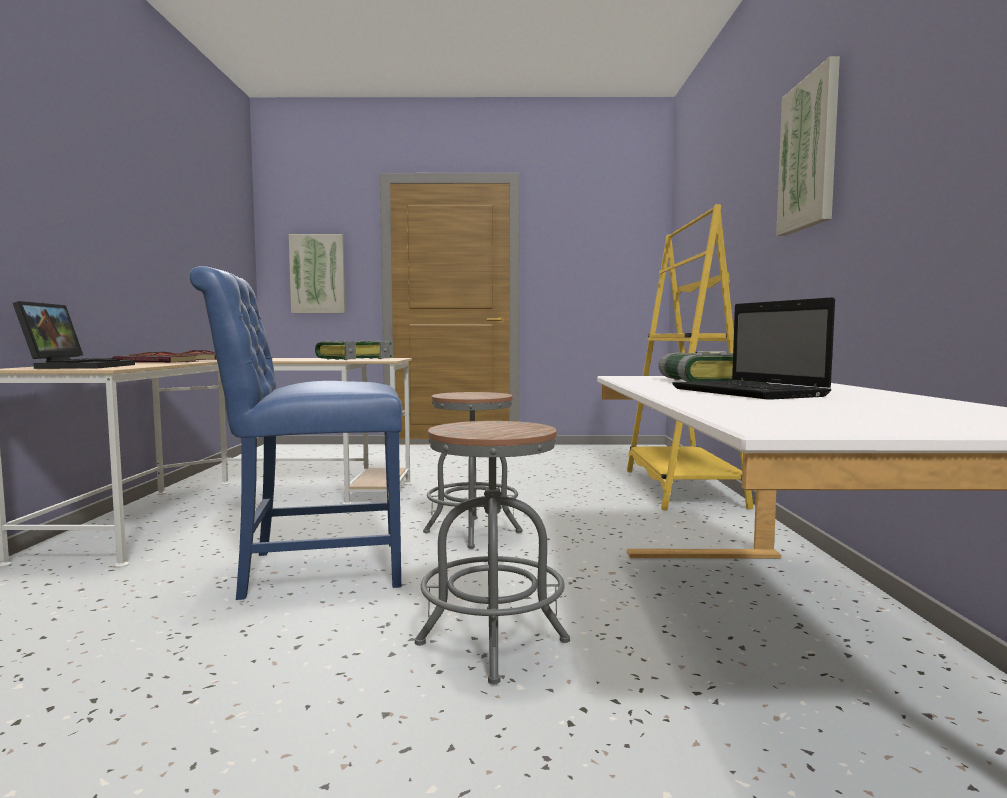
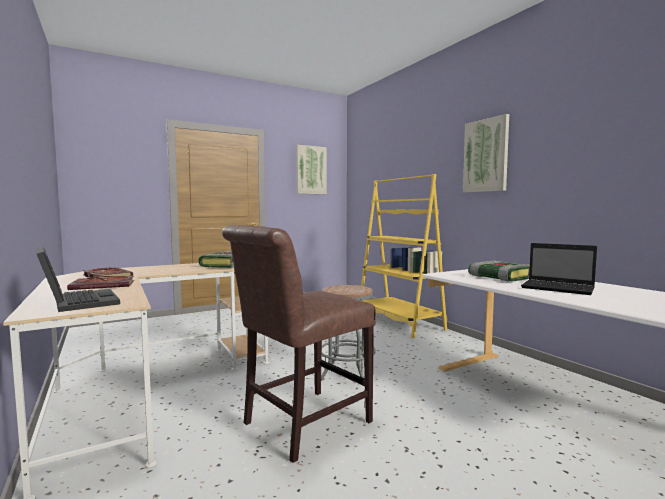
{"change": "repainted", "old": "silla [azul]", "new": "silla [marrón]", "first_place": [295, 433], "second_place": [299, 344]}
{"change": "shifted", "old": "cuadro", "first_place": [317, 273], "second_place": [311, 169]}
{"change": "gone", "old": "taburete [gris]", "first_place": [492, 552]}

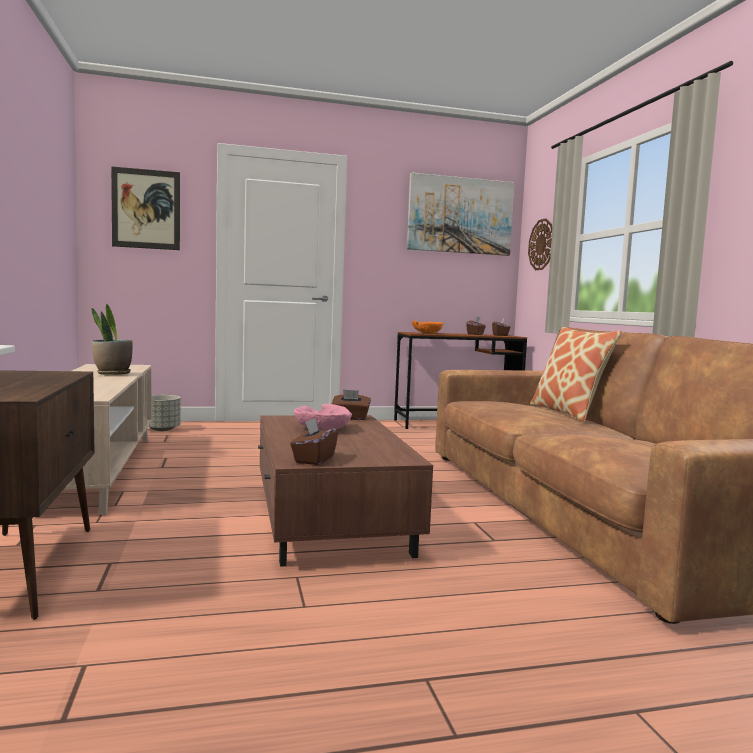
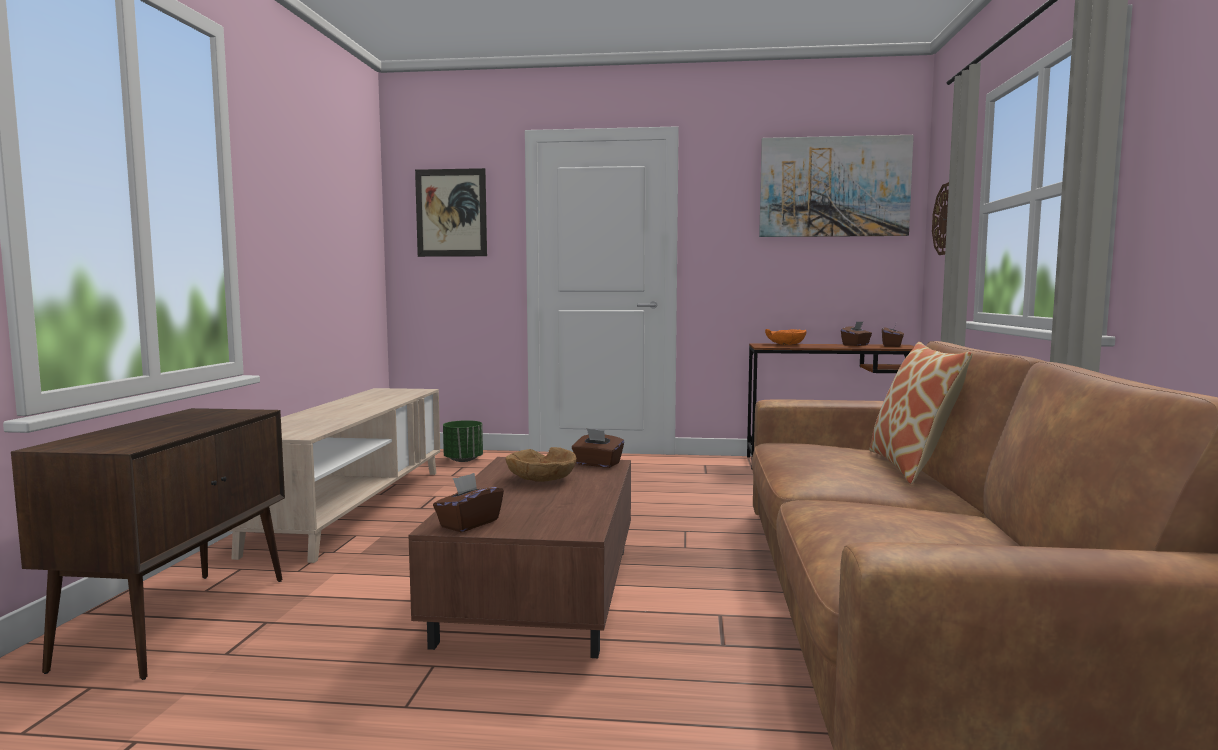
{"change": "repainted", "old": "maceta [gris]", "new": "maceta [verde]", "first_place": [165, 413], "second_place": [463, 441]}
{"change": "repainted", "old": "cuenco [rosa]", "new": "cuenco [marrón]", "first_place": [323, 417], "second_place": [540, 464]}
{"change": "gone", "old": "planta en maceta", "first_place": [111, 339]}

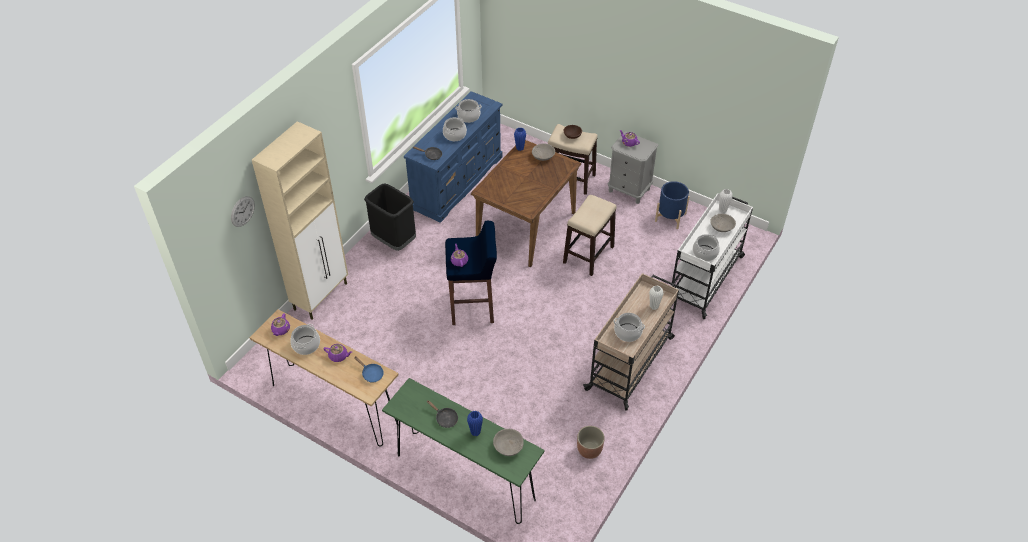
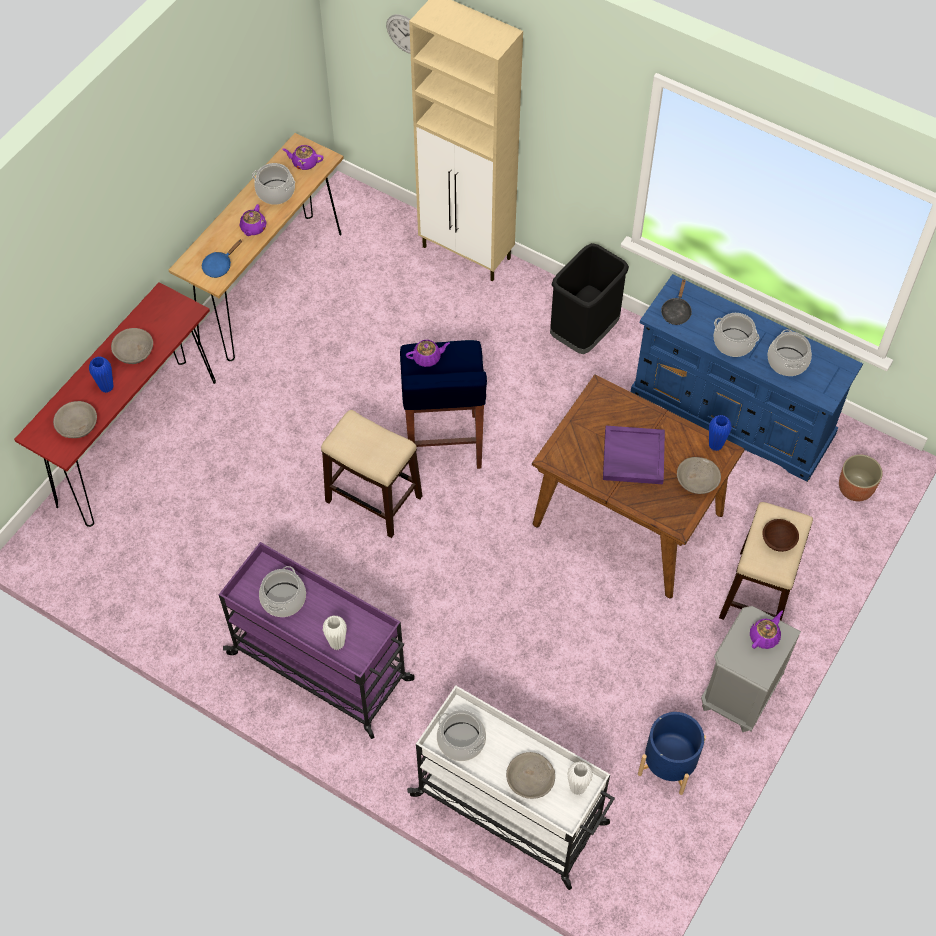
{"change": "repainted", "old": "mesa consola [verde]", "new": "mesa consola [rojo]", "first_place": [463, 451], "second_place": [115, 404]}
{"change": "swapped", "old": "sartén [negro]", "new": "cuenco [gris]", "first_place": [442, 414], "second_place": [132, 346]}
{"change": "repainted", "old": "carrito [beis]", "new": "carrito [morado]", "first_place": [631, 342], "second_place": [317, 640]}
{"change": "shifted", "old": "taburete", "first_place": [590, 235], "second_place": [371, 474]}
{"change": "new", "new": "bandeja [morado]", "second_place": [634, 455]}
{"change": "shifted", "old": "maceta", "first_place": [591, 442], "second_place": [861, 478]}

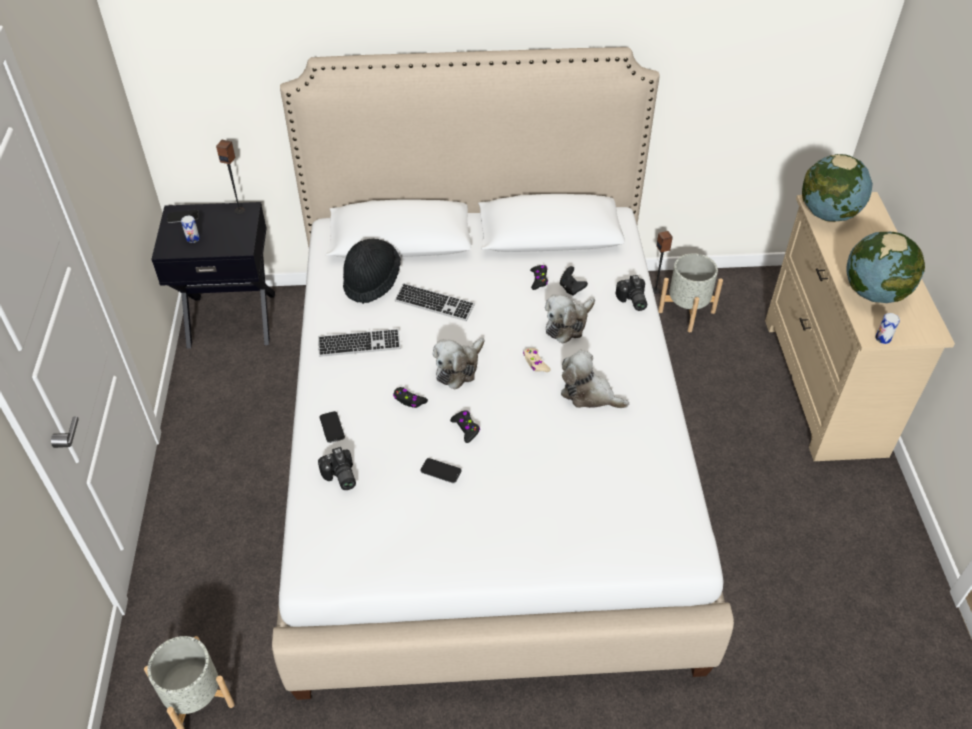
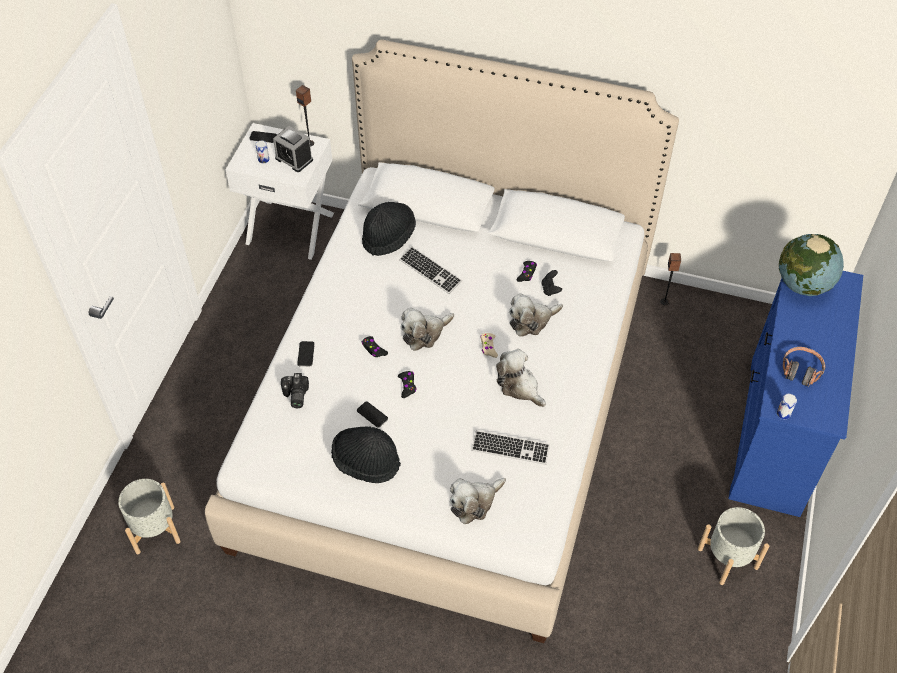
{"change": "repainted", "old": "mesita de noche [negro]", "new": "mesita de noche [blanco]", "first_place": [213, 275], "second_place": [279, 191]}
{"change": "new", "new": "despertador", "second_place": [293, 149]}
{"change": "new", "new": "sombrero [negro]", "second_place": [366, 454]}
{"change": "new", "new": "peluche", "second_place": [478, 501]}
{"change": "shifted", "old": "teclado", "first_place": [359, 343], "second_place": [511, 447]}
{"change": "shifted", "old": "maceta [gris]", "first_place": [690, 292], "second_place": [733, 546]}
{"change": "repainted", "old": "cómoda [beis]", "new": "cómoda [azul]", "first_place": [860, 326], "second_place": [795, 394]}
{"change": "swapped", "old": "globo terráqueo", "new": "auriculares", "first_place": [885, 267], "second_place": [804, 367]}
{"change": "gone", "old": "cámara", "first_place": [631, 293]}

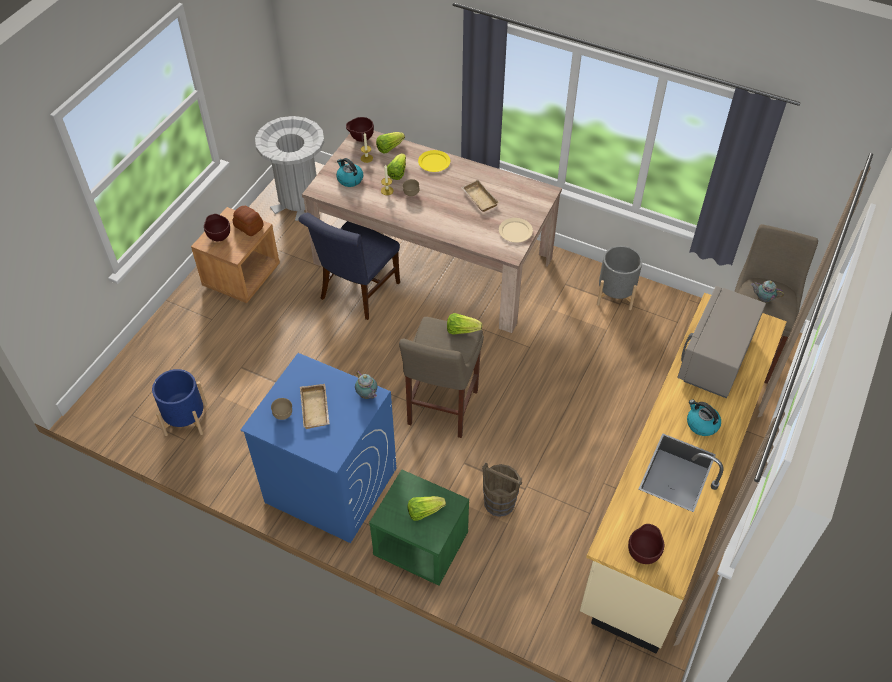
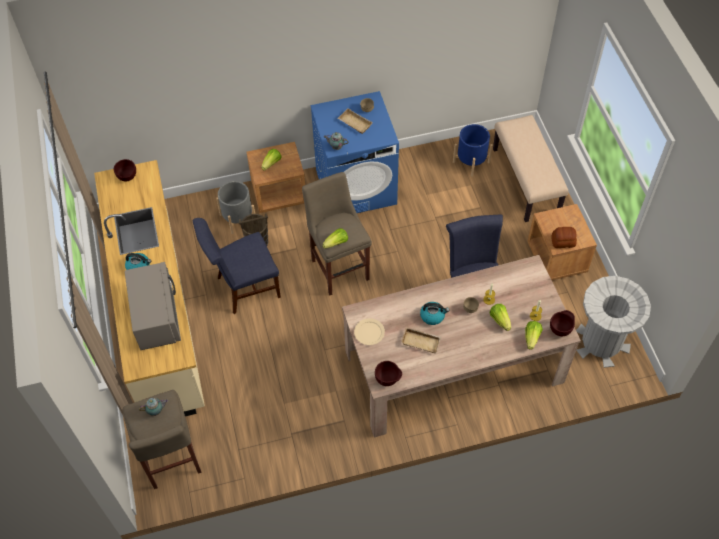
{"change": "new", "new": "silla [azul]", "second_place": [236, 266]}
{"change": "shifted", "old": "maceta [gris]", "first_place": [619, 278], "second_place": [235, 207]}
{"change": "repainted", "old": "mesita de noche [verde]", "new": "mesita de noche [marrón]", "first_place": [419, 527], "second_place": [275, 177]}
{"change": "shifted", "old": "cuenco [marrón]", "first_place": [217, 227], "second_place": [388, 373]}
{"change": "shifted", "old": "hervidor", "first_place": [349, 172], "second_place": [434, 313]}
{"change": "new", "new": "banco [beis]", "second_place": [530, 168]}
{"change": "gone", "old": "plato [amarillo]", "first_place": [434, 161]}

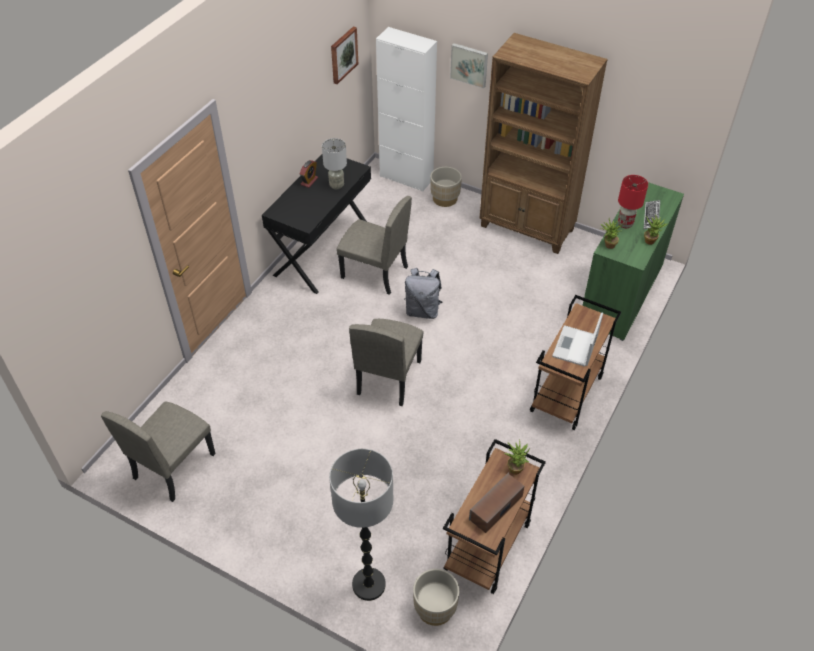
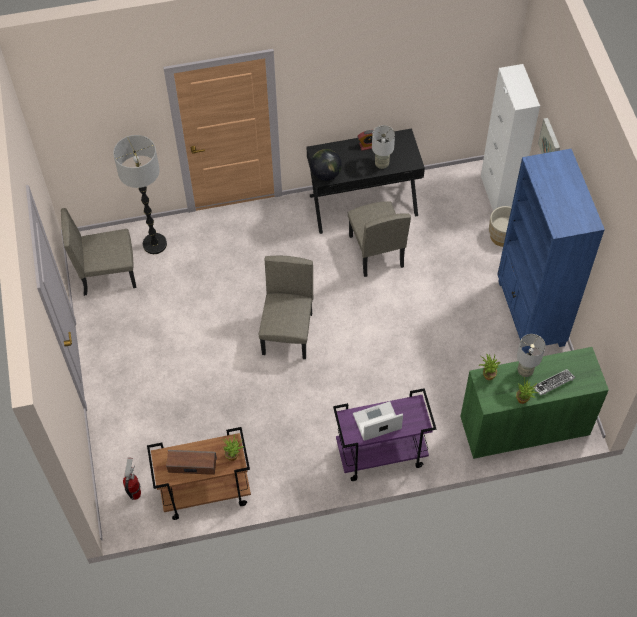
{"change": "shifted", "old": "lámpara de pie", "first_place": [361, 525], "second_place": [140, 194]}
{"change": "swapped", "old": "maceta [beis]", "new": "extintor", "first_place": [436, 597], "second_place": [132, 478]}
{"change": "rotated", "old": "silla [beis]", "first_place": [386, 362], "second_place": [286, 307], "degrees": 120}
{"change": "new", "new": "globo terráqueo", "second_place": [326, 165]}
{"change": "repainted", "old": "carrito [marrón]", "new": "carrito [morado]", "first_place": [575, 362], "second_place": [384, 434]}
{"change": "repainted", "old": "estantería [marrón]", "new": "estantería [azul]", "first_place": [543, 143], "second_place": [551, 251]}
{"change": "repainted", "old": "lámpara de mesa [rojo]", "new": "lámpara de mesa [gris]", "first_place": [633, 201], "second_place": [531, 355]}
{"change": "gone", "old": "cuadro", "first_place": [344, 55]}
{"change": "gone", "old": "mochila [gris]", "first_place": [423, 293]}

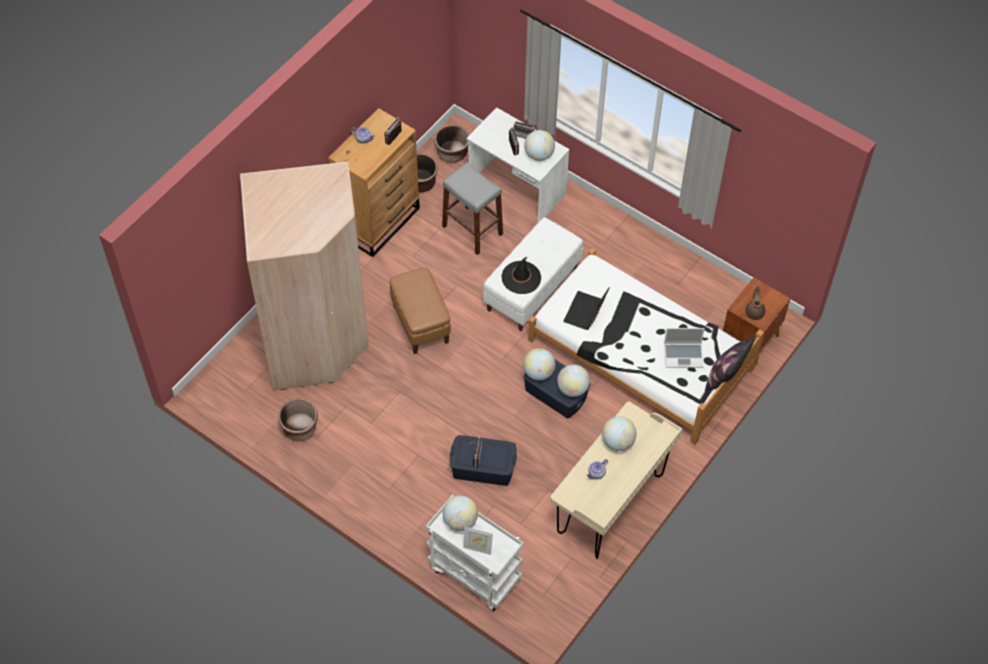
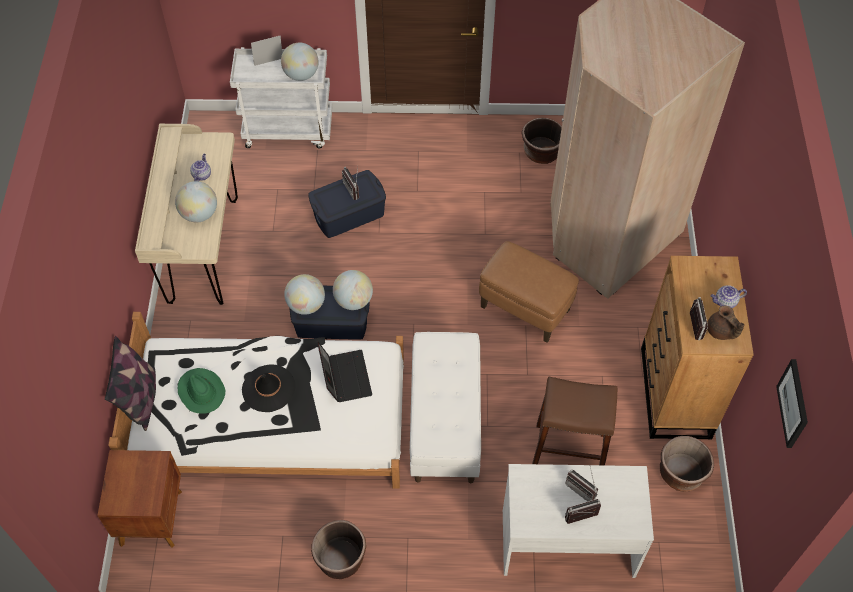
{"change": "swapped", "old": "portátil", "new": "sombrero [verde]", "first_place": [684, 348], "second_place": [201, 391]}
{"change": "shifted", "old": "sombrero [negro]", "first_place": [521, 275], "second_place": [269, 388]}
{"change": "shifted", "old": "maceta [marrón]", "first_place": [451, 144], "second_place": [338, 549]}
{"change": "repainted", "old": "taburete [gris]", "new": "taburete [marrón]", "first_place": [472, 208], "second_place": [574, 421]}
{"change": "shifted", "old": "tetera [marrón]", "first_place": [755, 303], "second_place": [726, 323]}
{"change": "new", "new": "cuadro", "second_place": [792, 403]}
{"change": "gone", "old": "globo terráqueo", "first_place": [539, 145]}

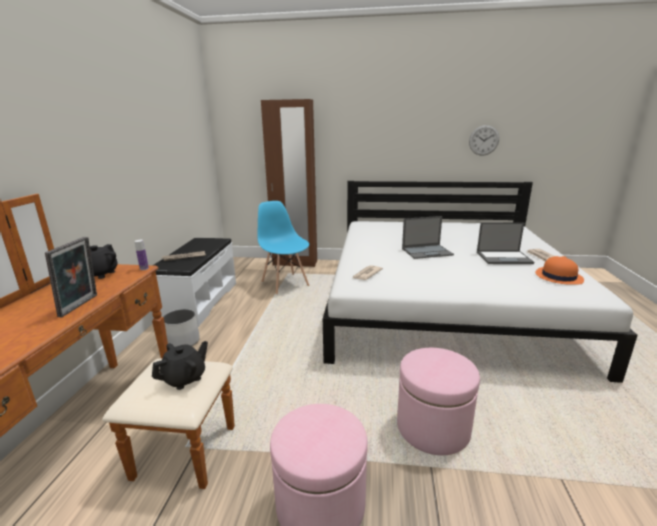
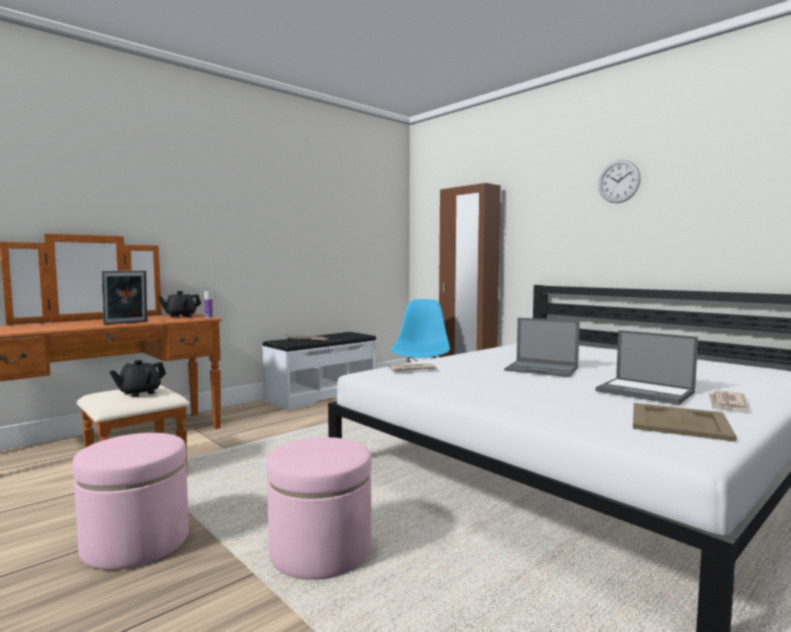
{"change": "rotated", "old": "tetera [negro]", "first_place": [180, 365], "second_place": [137, 378], "degrees": 135}
{"change": "shifted", "old": "reloj de pared", "first_place": [484, 140], "second_place": [619, 181]}
{"change": "swapped", "old": "sombrero [naranja]", "new": "bandeja [beis]", "first_place": [559, 270], "second_place": [685, 422]}
{"change": "gone", "old": "maceta [blanco]", "first_place": [181, 328]}

